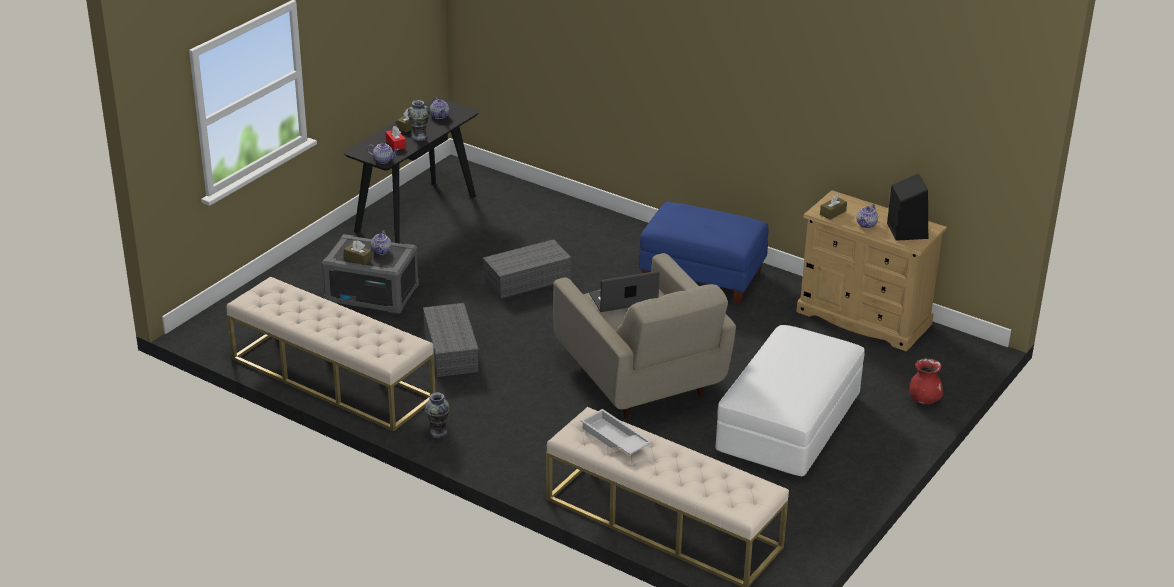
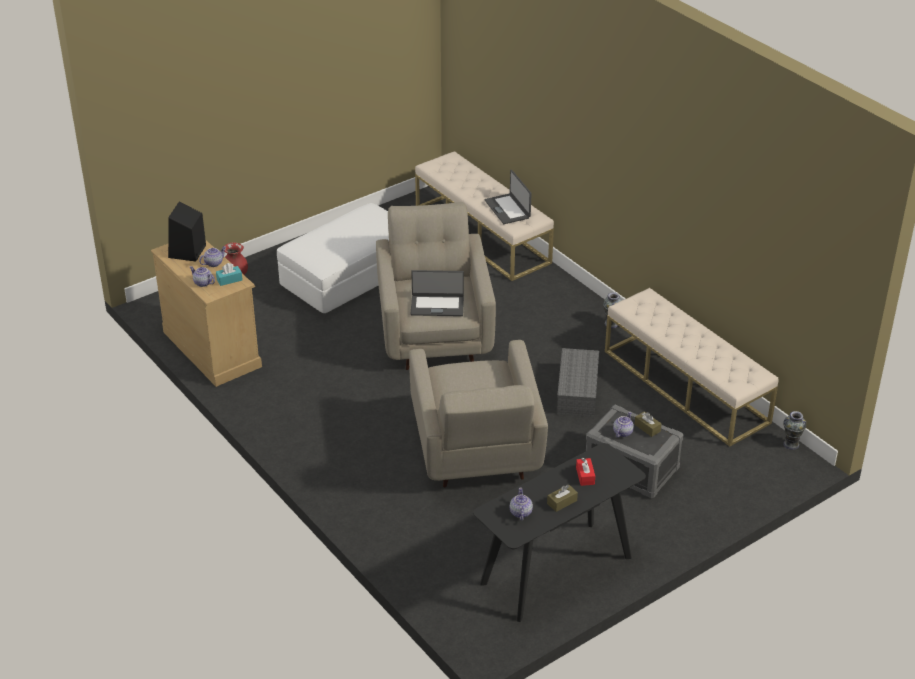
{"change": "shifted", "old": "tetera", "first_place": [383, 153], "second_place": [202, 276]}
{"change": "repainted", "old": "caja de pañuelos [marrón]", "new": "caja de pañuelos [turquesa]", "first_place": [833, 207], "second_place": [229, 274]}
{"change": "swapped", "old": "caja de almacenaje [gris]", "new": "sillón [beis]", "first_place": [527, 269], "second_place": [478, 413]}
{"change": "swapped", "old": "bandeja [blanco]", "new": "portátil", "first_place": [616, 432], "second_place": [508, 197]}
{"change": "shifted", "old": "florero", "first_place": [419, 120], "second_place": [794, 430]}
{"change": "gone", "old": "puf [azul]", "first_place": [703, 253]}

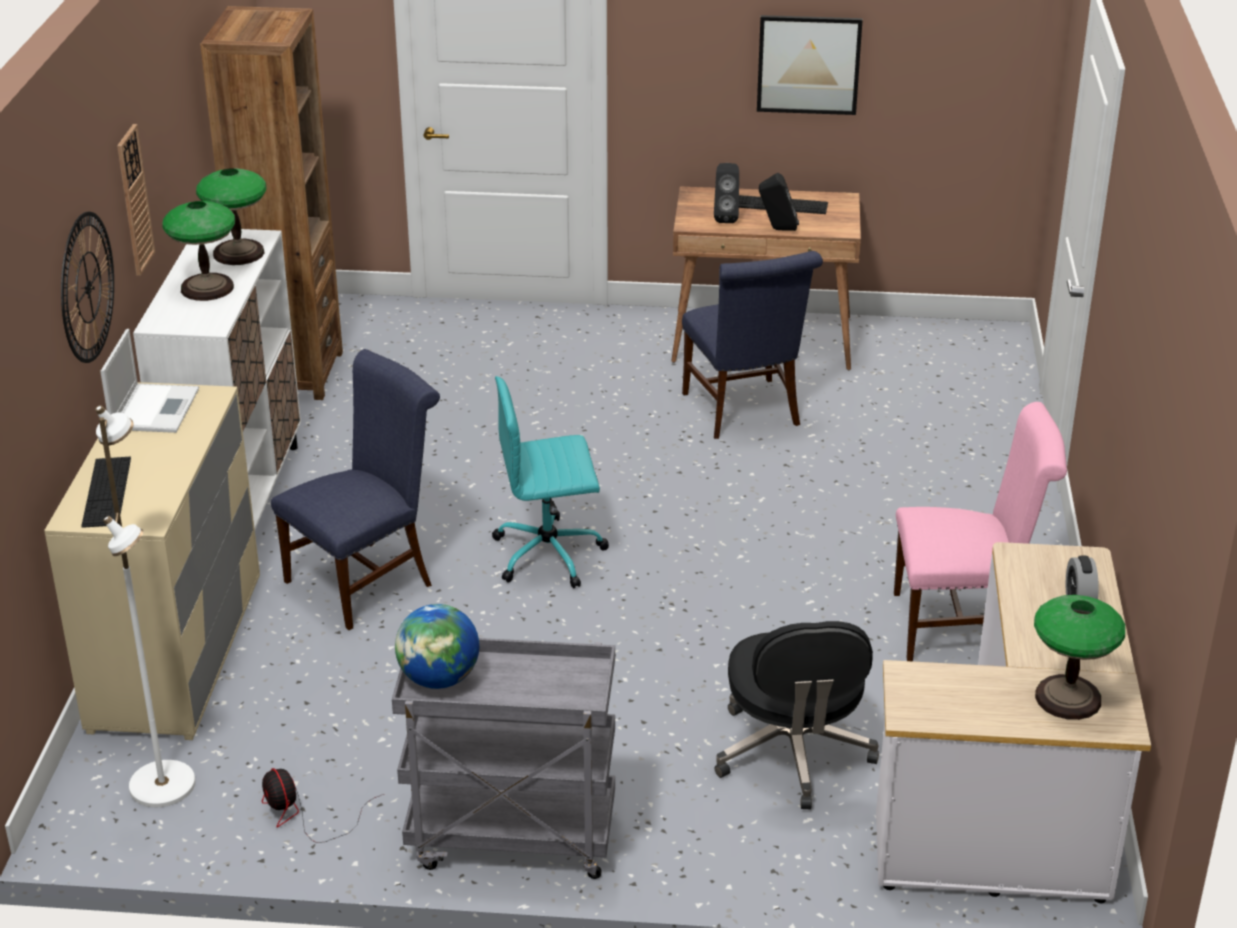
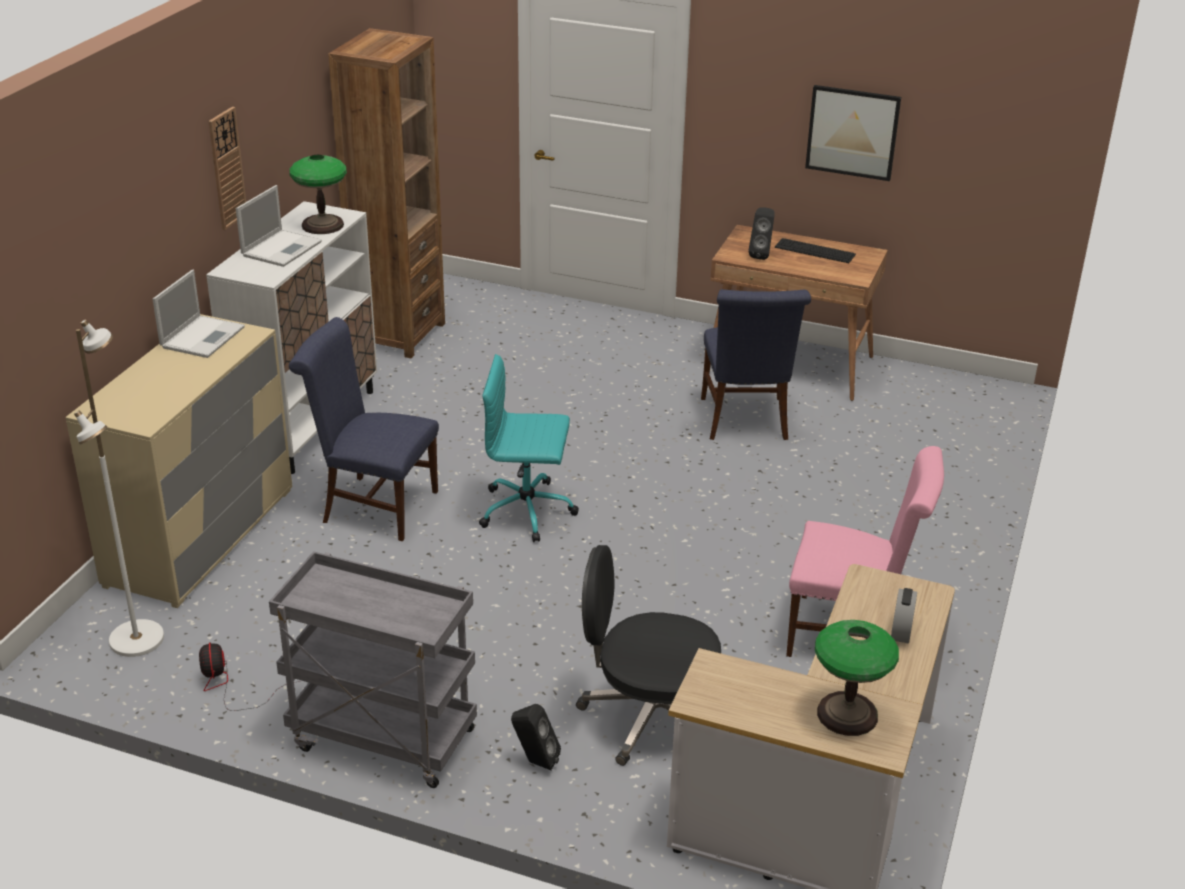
{"change": "swapped", "old": "lámpara de mesa", "new": "portátil", "first_place": [198, 251], "second_place": [279, 226]}
{"change": "rotated", "old": "silla [azul]", "first_place": [355, 489], "second_place": [364, 429], "degrees": -135}
{"change": "shifted", "old": "altavoz [negro]", "first_place": [779, 201], "second_place": [536, 737]}
{"change": "rotated", "old": "silla de oficina [negro]", "first_place": [797, 715], "second_place": [648, 655], "degrees": 90}
{"change": "gone", "old": "reloj de pared", "first_place": [87, 287]}
{"change": "gone", "old": "teclado", "first_place": [106, 492]}
{"change": "gone", "old": "globo terráqueo", "first_place": [437, 646]}

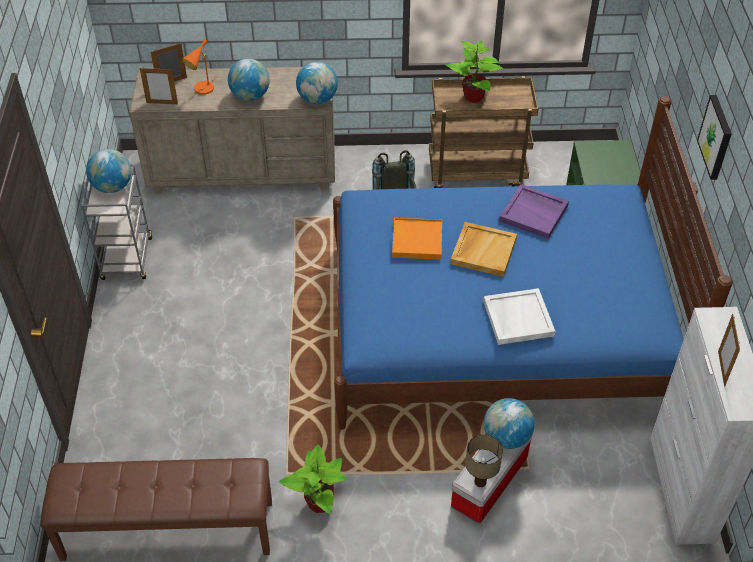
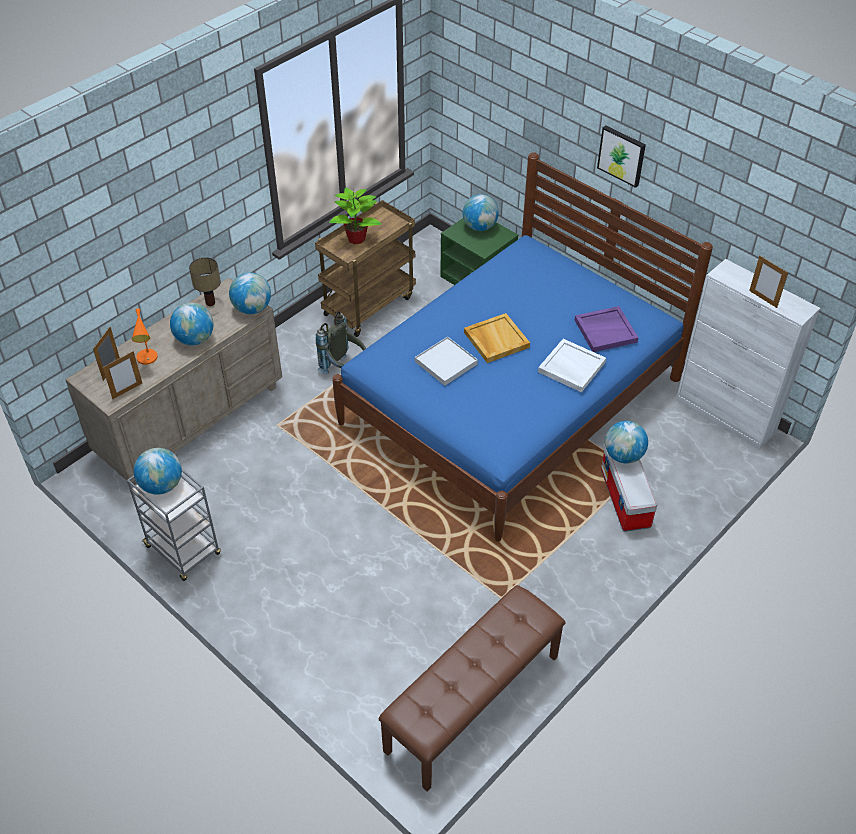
{"change": "shifted", "old": "lámpara de mesa", "first_place": [484, 460], "second_place": [205, 281]}
{"change": "repainted", "old": "bandeja [naranja]", "new": "bandeja [blanco]", "first_place": [417, 239], "second_place": [446, 361]}
{"change": "new", "new": "globo terráqueo", "second_place": [480, 212]}
{"change": "shifted", "old": "bandeja [morado]", "first_place": [534, 211], "second_place": [607, 329]}
{"change": "gone", "old": "planta en maceta", "first_place": [313, 479]}

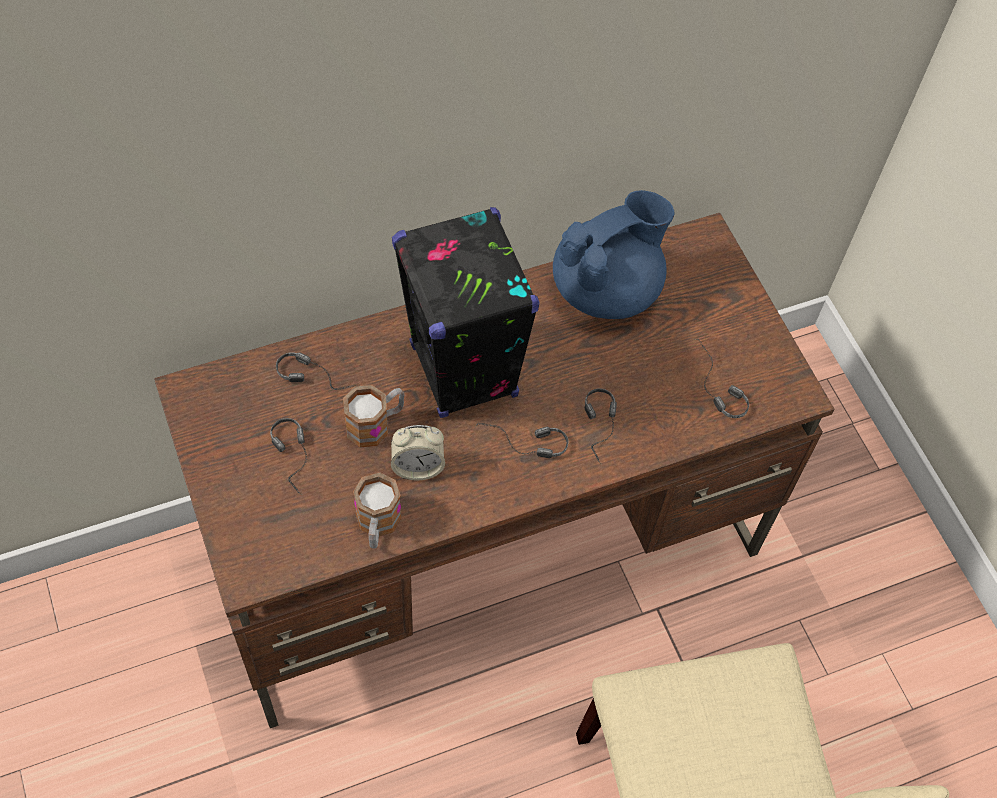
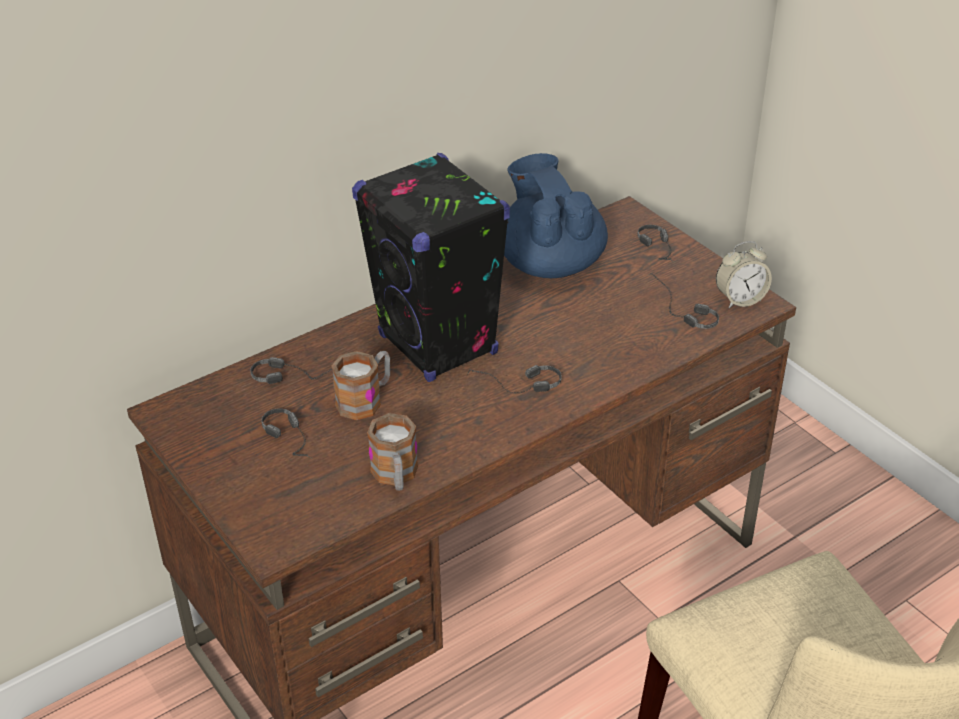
{"change": "rotated", "old": "tetera [azul]", "first_place": [614, 254], "second_place": [556, 215], "degrees": -60}
{"change": "shifted", "old": "auriculares", "first_place": [601, 426], "second_place": [655, 243]}
{"change": "shifted", "old": "despertador", "first_place": [418, 452], "second_place": [744, 274]}

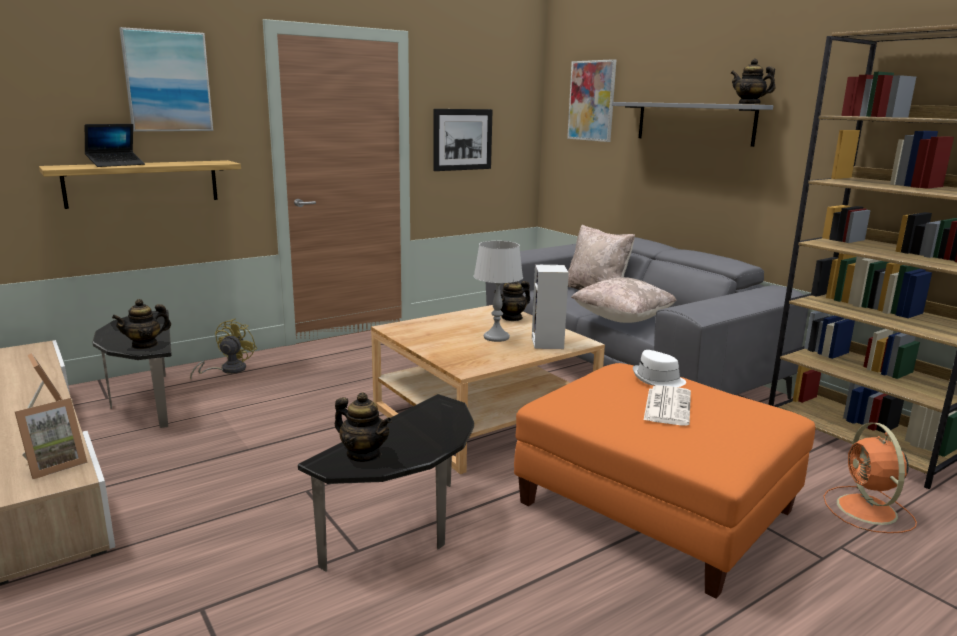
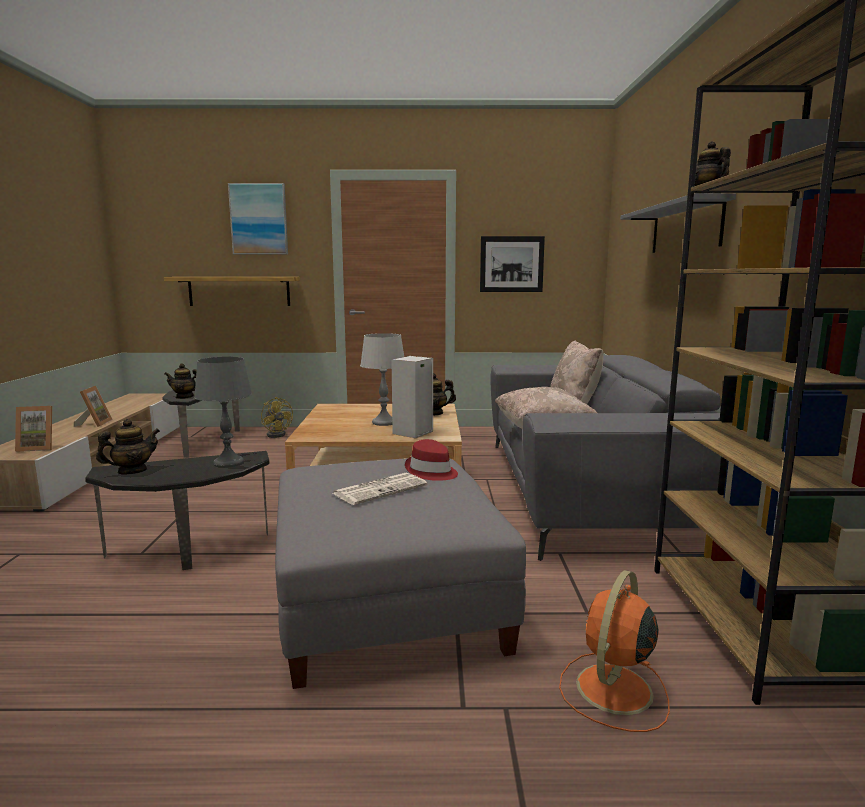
{"change": "rotated", "old": "tetera", "first_place": [363, 427], "second_place": [128, 446], "degrees": -105}
{"change": "new", "new": "lámpara de mesa [gris]", "second_place": [223, 412]}
{"change": "rotated", "old": "ventilador [amarillo]", "first_place": [223, 348], "second_place": [277, 417], "degrees": 90}
{"change": "repainted", "old": "puf [naranja]", "new": "puf [gris]", "first_place": [664, 481], "second_place": [400, 573]}
{"change": "repainted", "old": "sombrero [blanco]", "new": "sombrero [rojo]", "first_place": [659, 368], "second_place": [431, 460]}
{"change": "gone", "old": "portátil", "first_place": [115, 145]}
{"change": "gone", "old": "cuadro", "first_place": [591, 100]}

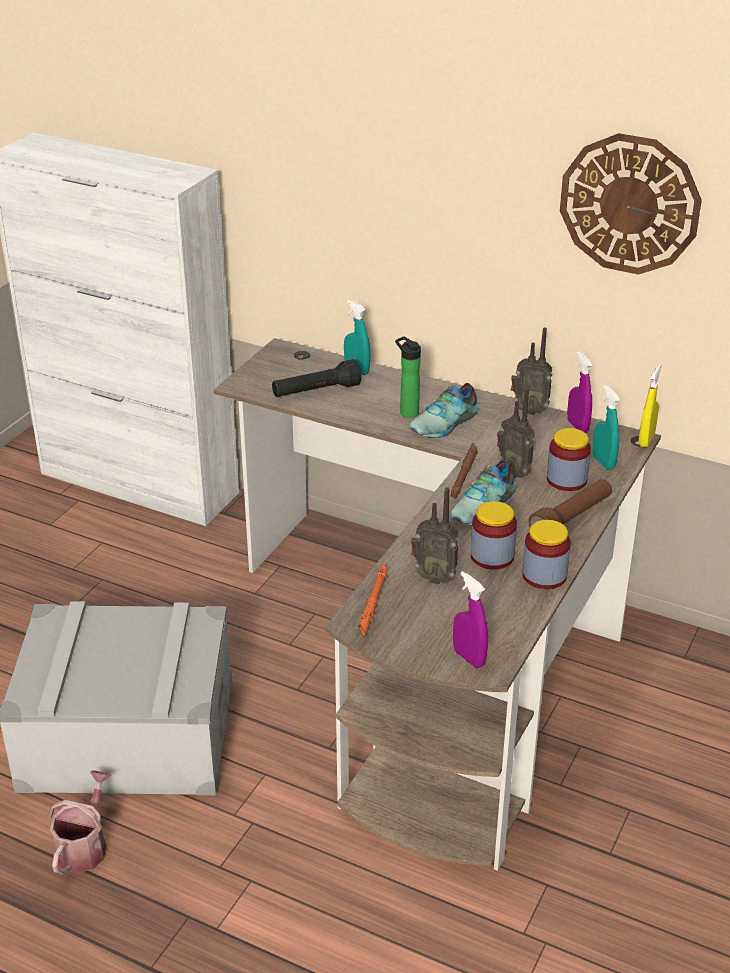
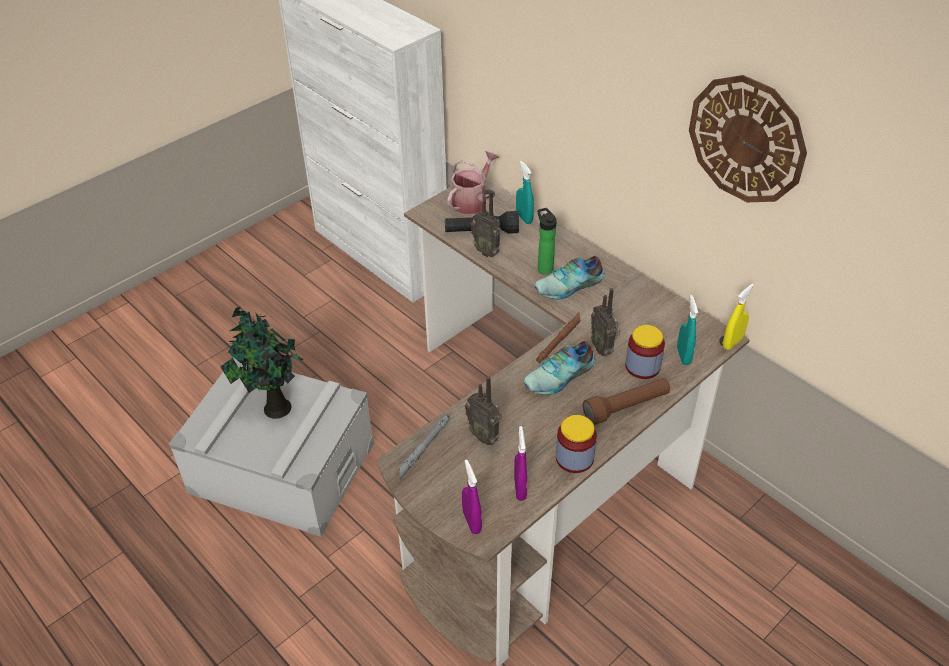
{"change": "new", "new": "planta en maceta", "second_place": [262, 363]}
{"change": "repainted", "old": "linterna [naranja]", "new": "linterna [gris]", "first_place": [373, 600], "second_place": [424, 447]}
{"change": "shifted", "old": "regadera", "first_place": [80, 823], "second_place": [473, 182]}
{"change": "shifted", "old": "radio", "first_place": [532, 371], "second_place": [485, 224]}
{"change": "shifted", "old": "pulverizador [morado]", "first_place": [579, 392], "second_place": [520, 463]}
{"change": "gone", "old": "tarro", "first_place": [494, 535]}

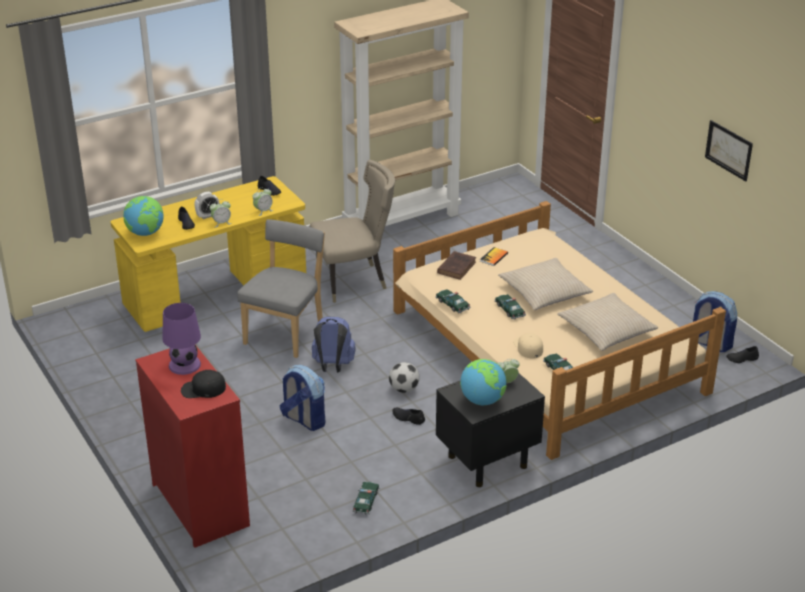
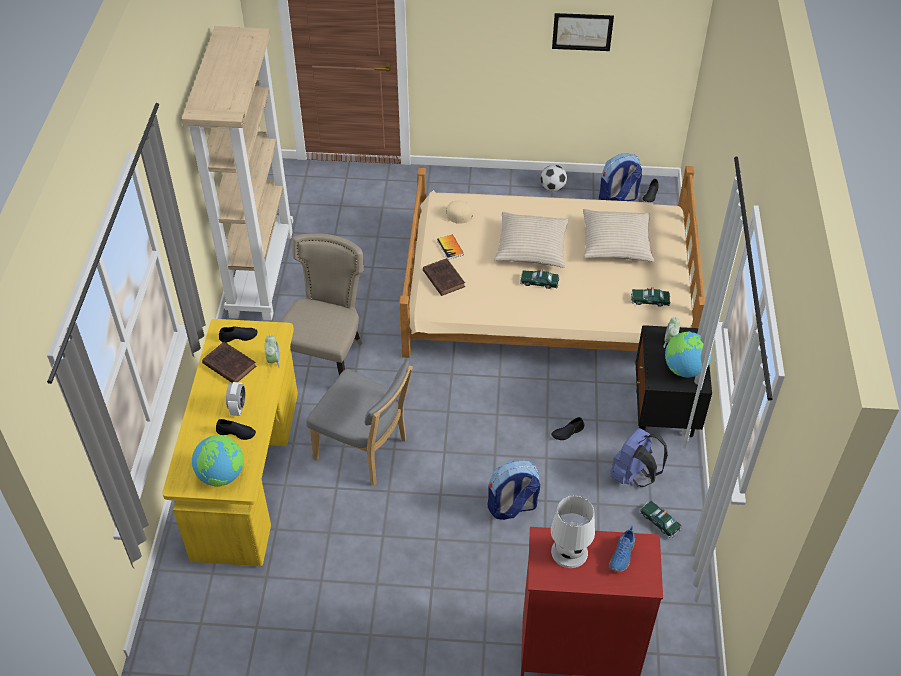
{"change": "new", "new": "libro [marrón]", "second_place": [229, 362]}
{"change": "rotated", "old": "silla [gris]", "first_place": [281, 288], "second_place": [359, 423], "degrees": 150}
{"change": "shifted", "old": "gorra [beis]", "first_place": [528, 345], "second_place": [455, 212]}
{"change": "shifted", "old": "balón de fútbol", "first_place": [404, 377], "second_place": [554, 178]}
{"change": "repainted", "old": "lámpara de mesa [morado]", "new": "lámpara de mesa [blanco]", "first_place": [181, 339], "second_place": [573, 531]}
{"change": "swapped", "old": "gorra [negro]", "new": "zapato [azul]", "first_place": [203, 384], "second_place": [622, 549]}
{"change": "shifted", "old": "mochila [azul]", "first_place": [333, 344], "second_place": [639, 457]}
{"change": "gone", "old": "despertador", "first_place": [221, 213]}
{"change": "gone", "old": "coche de juguete", "first_place": [453, 301]}

